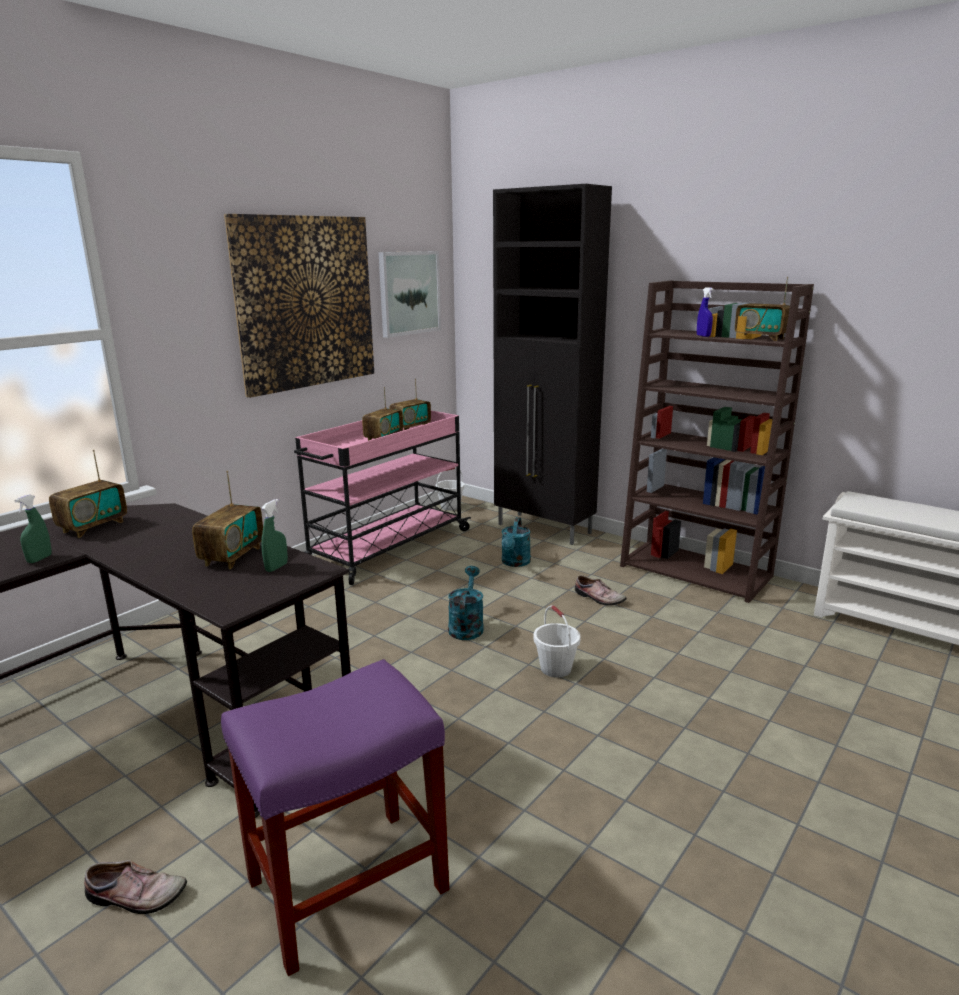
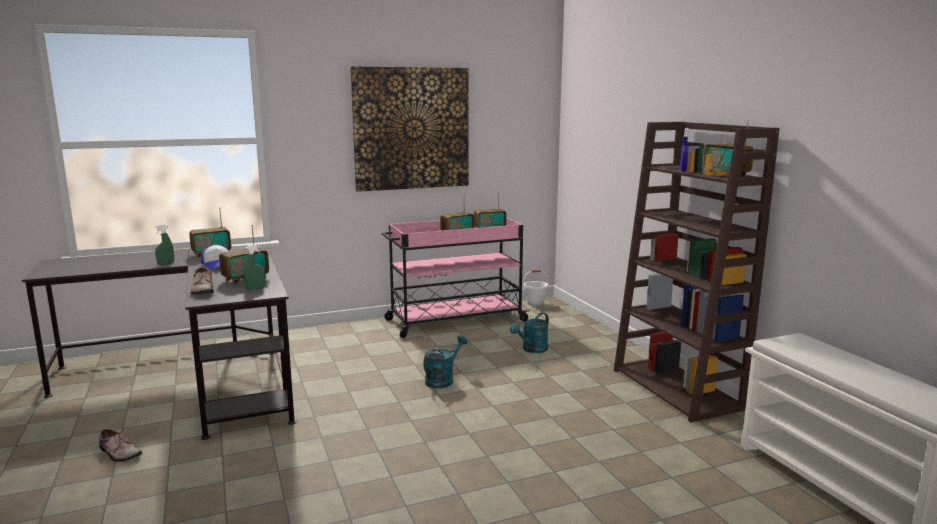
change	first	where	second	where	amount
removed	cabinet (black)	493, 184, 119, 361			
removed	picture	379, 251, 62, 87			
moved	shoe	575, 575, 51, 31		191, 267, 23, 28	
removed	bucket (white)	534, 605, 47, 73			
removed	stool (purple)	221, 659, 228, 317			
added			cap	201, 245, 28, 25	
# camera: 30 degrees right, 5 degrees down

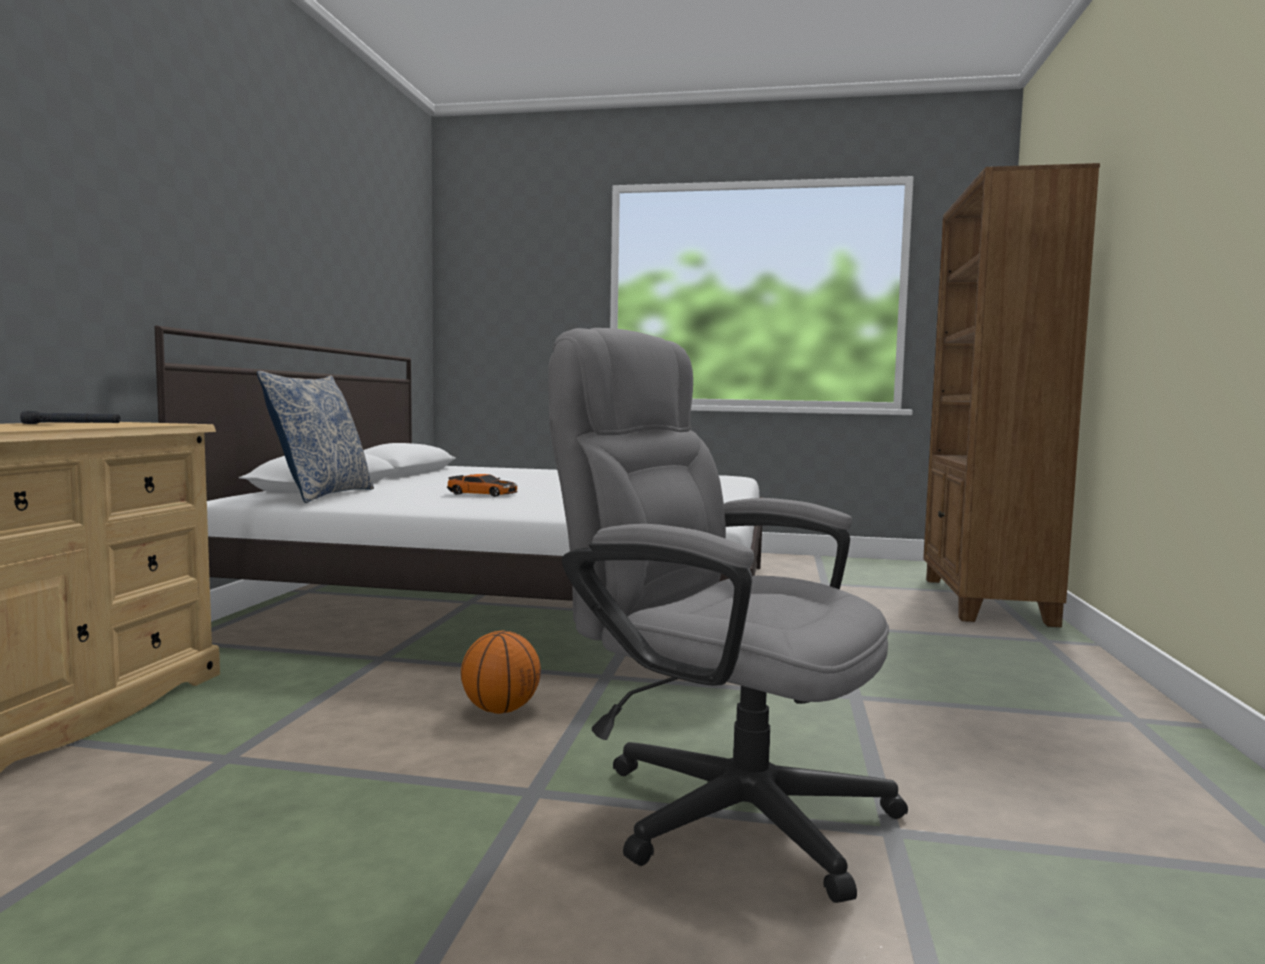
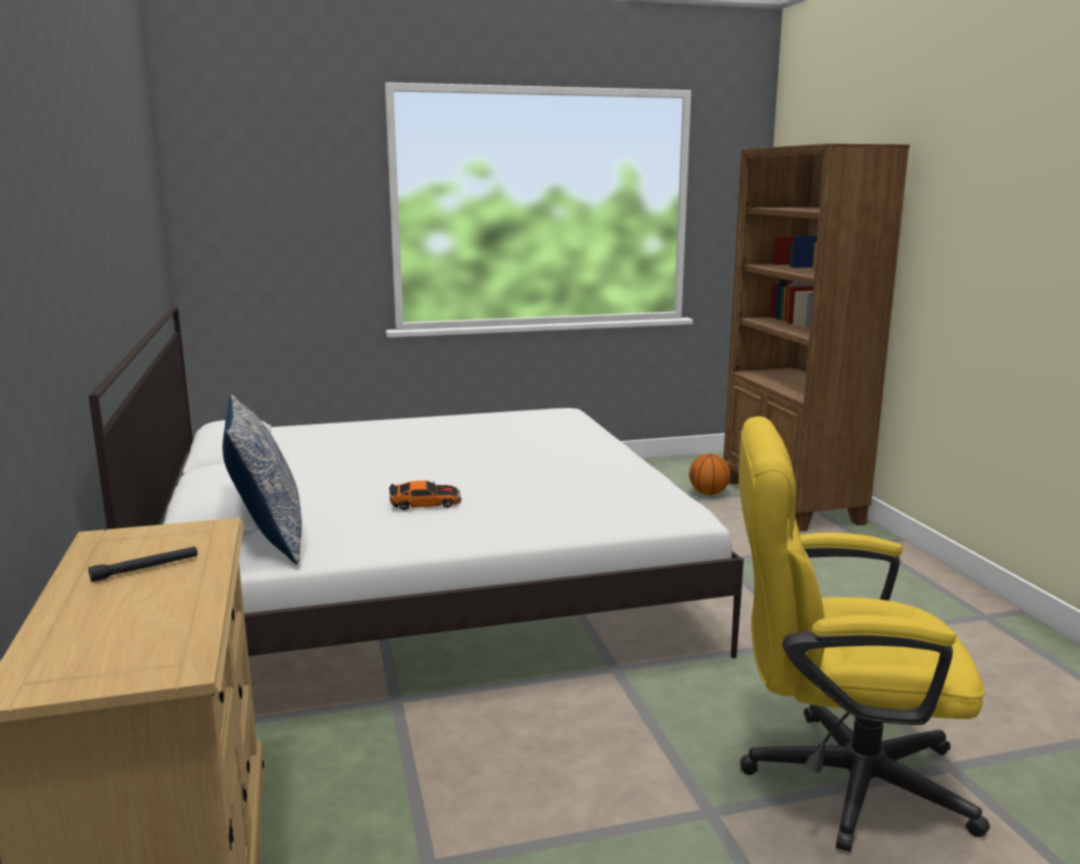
change	first	where	second	where	amount
recoloured	office chair (grey)	548, 328, 360, 575	office chair (yellow)	739, 416, 251, 436	
moved	basketball	461, 630, 80, 84		689, 454, 42, 41	
# camera: 25 degrees left, 10 degrees up

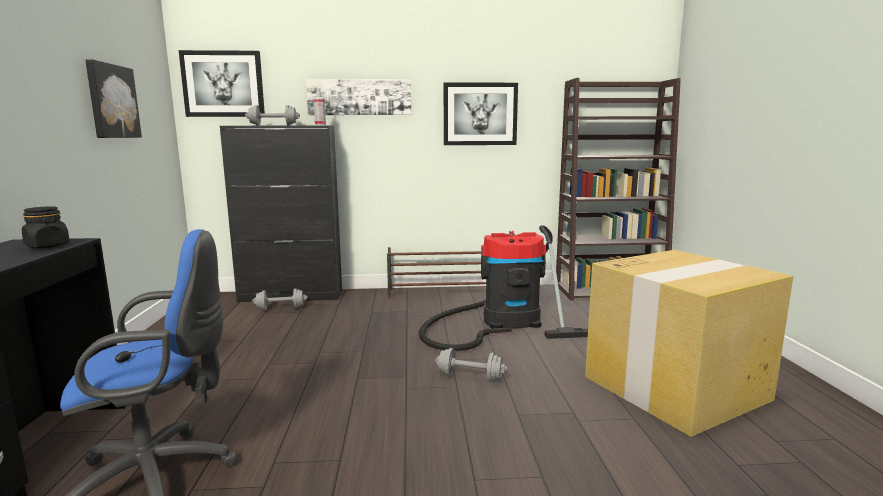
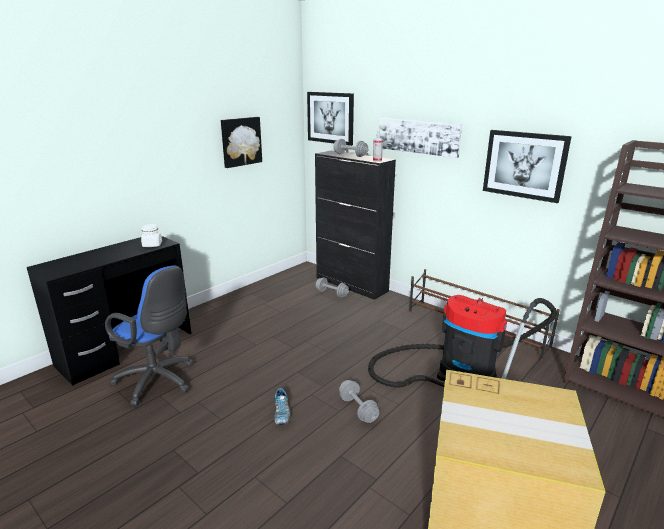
change	first	where	second	where	amount
recoloured	jar (black)	22, 206, 48, 42	jar (white)	141, 224, 21, 23	
added			shoe	274, 388, 16, 37	
# camera: 45 degrees right, 10 degrees up

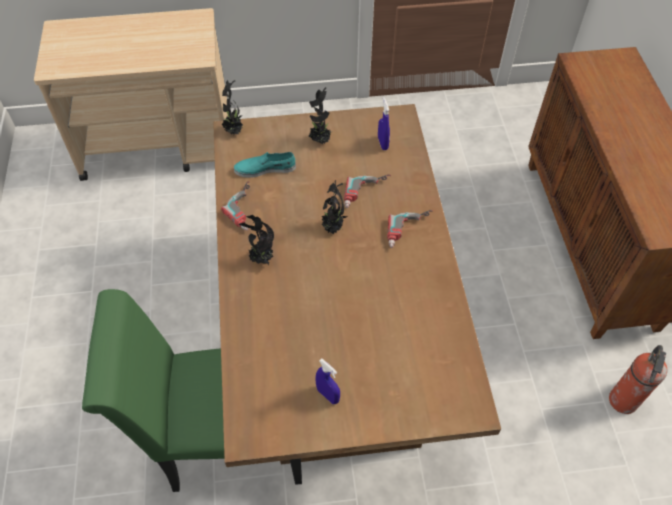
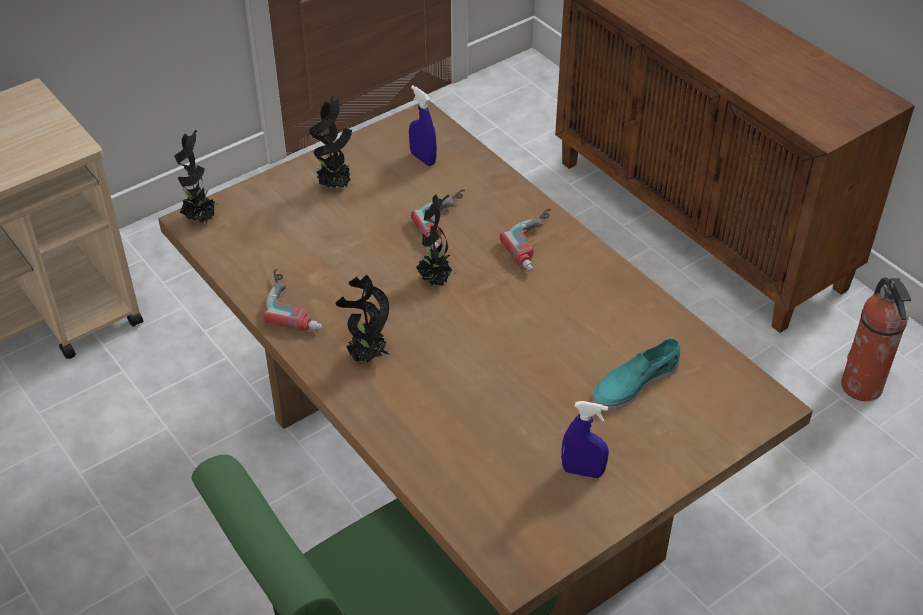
change	first	where	second	where	amount
moved	shoe (turquoise)	234, 152, 62, 26		592, 338, 89, 73	
# camera: 30 degrees left, 10 degrees down

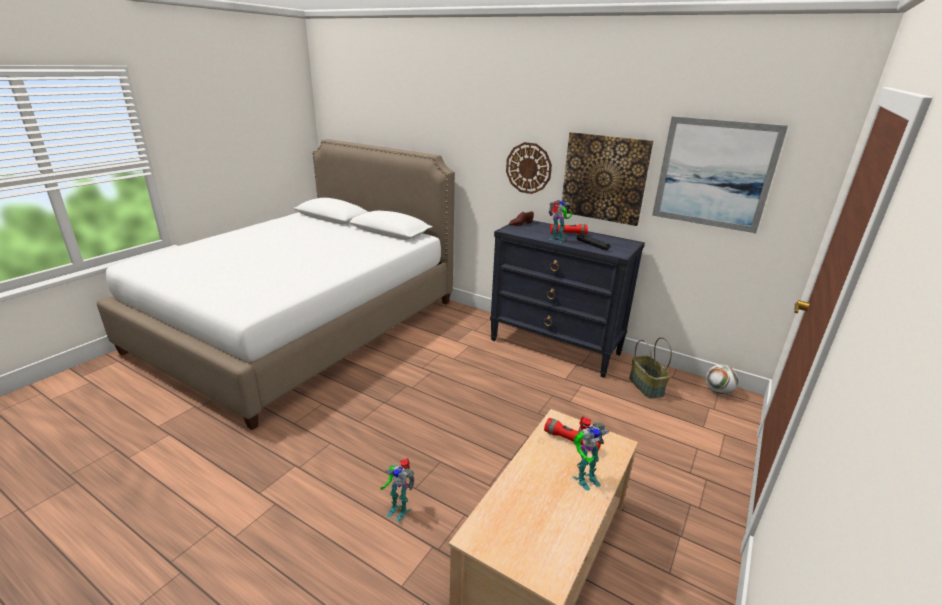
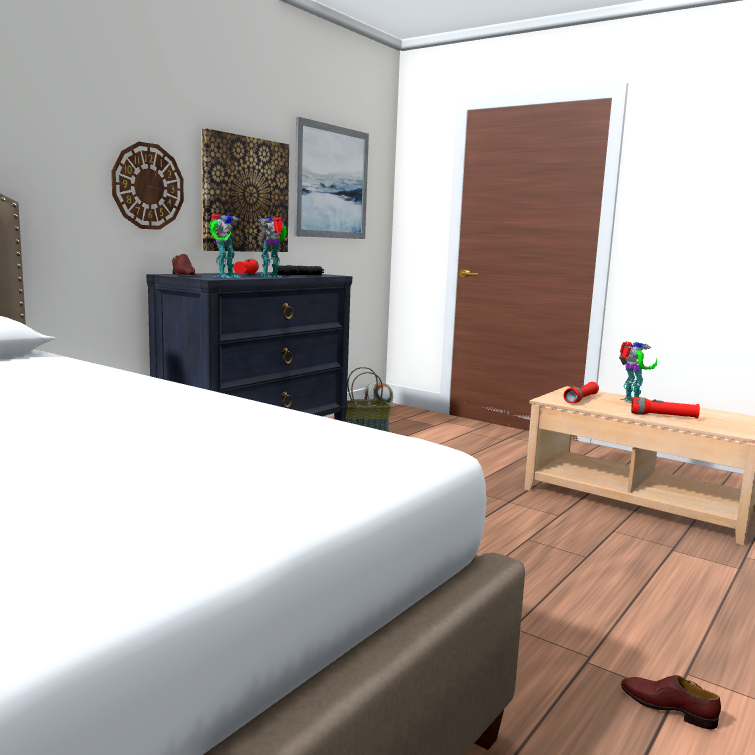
change	first	where	second	where	amount
moved	toy robot	381, 458, 34, 63		209, 214, 30, 64	
added			flashlight (red)	631, 397, 69, 21	
added			shoe (brown)	621, 675, 100, 54	
# camera: 85 degrees left, 15 degrees down

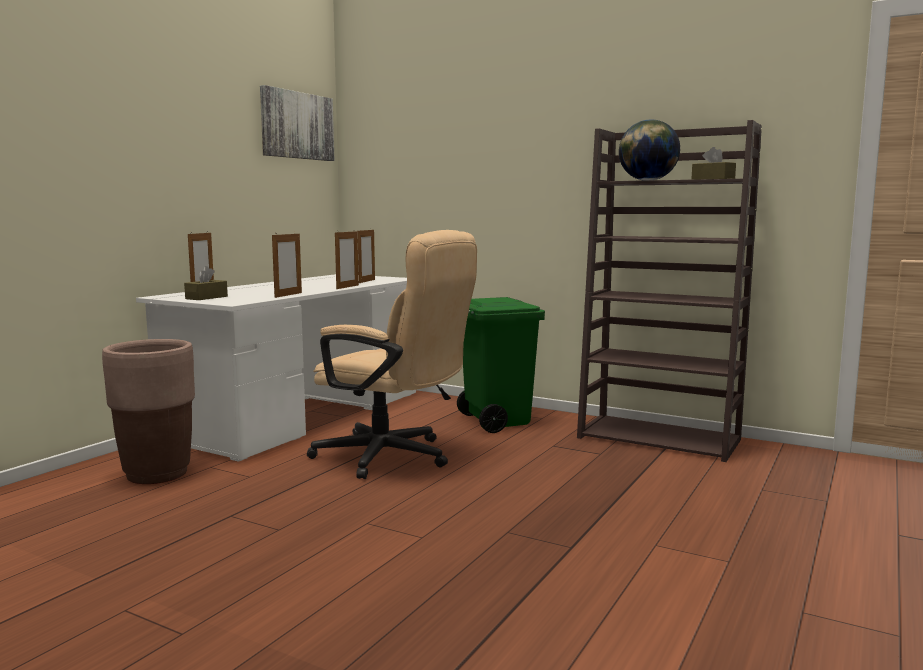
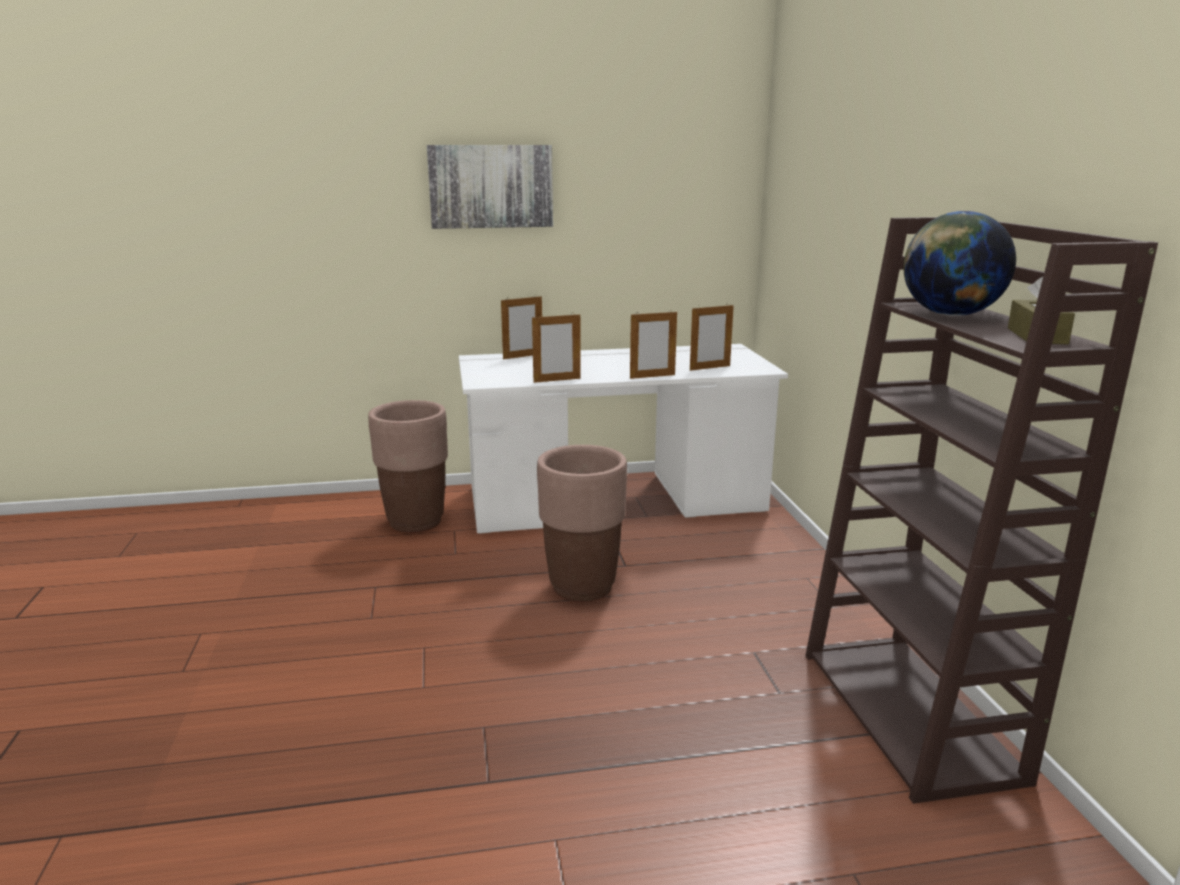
change	first	where	second	where	amount
moved	picture	260, 85, 75, 76		427, 145, 126, 84	
replaced	office chair (beige)	307, 230, 170, 249	planter (brown)	537, 445, 90, 157	
removed	tissue box (brown)	184, 266, 44, 34			
removed	trash can (green)	457, 297, 88, 136			
# camera: 50 degrees right, 10 degrees up

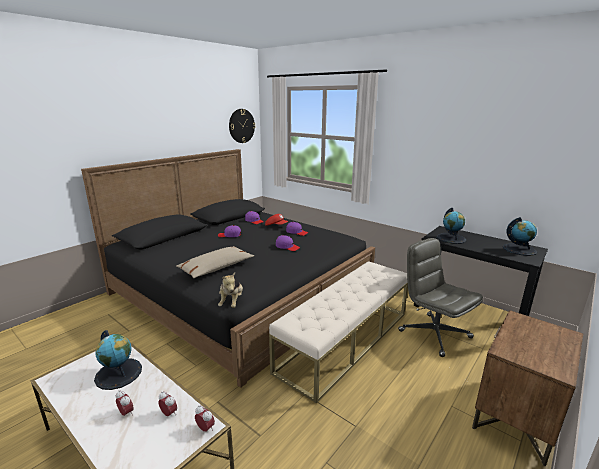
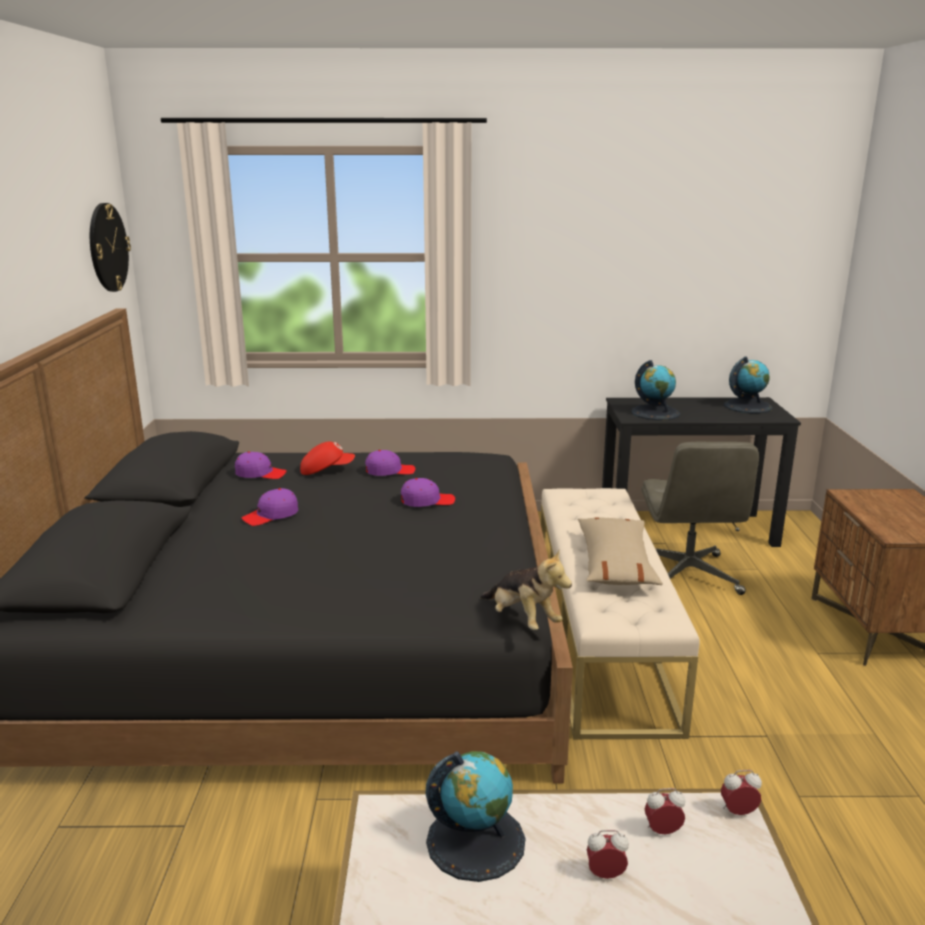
change	first	where	second	where	amount
turned	office chair (grey)	398, 238, 85, 119		641, 442, 118, 153	105 degrees counterclockwise
moved	pillow (beige)	176, 246, 78, 32		578, 517, 85, 68	
# camera: 40 degrees left, 0 degrees up

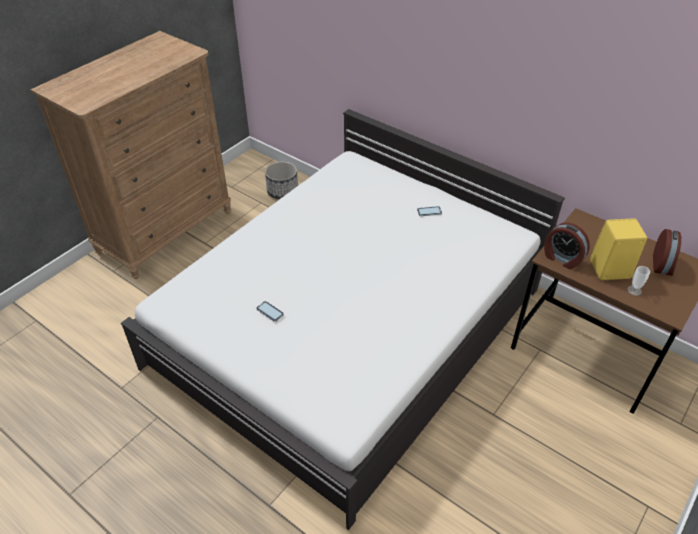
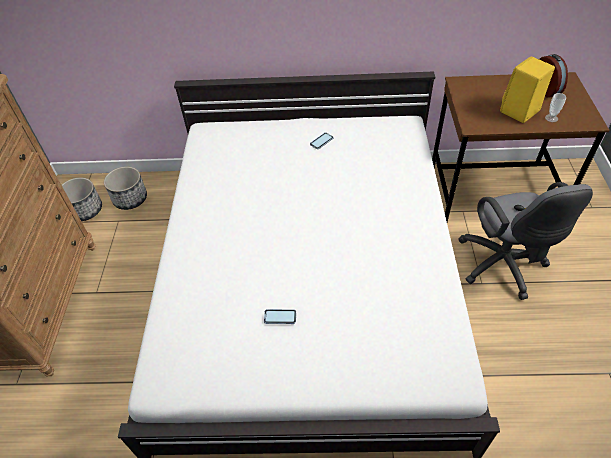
change	first	where	second	where	amount
removed	alarm clock	544, 223, 45, 46			
added			planter	62, 178, 40, 43	
added			office chair (grey)	459, 182, 134, 118	
# camera: 35 degrees left, 5 degrees up

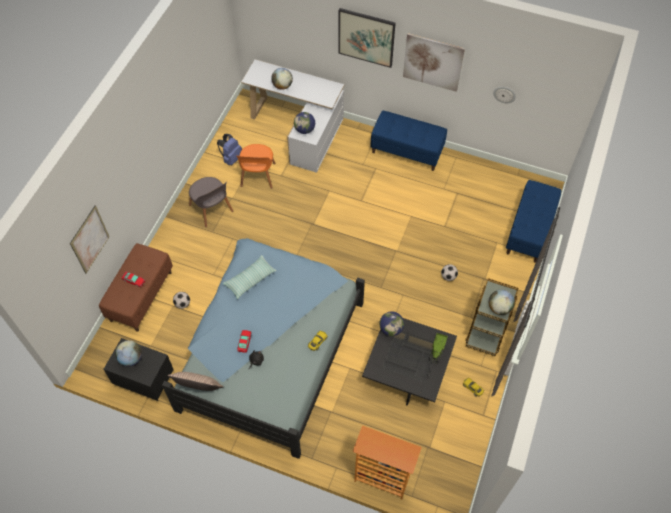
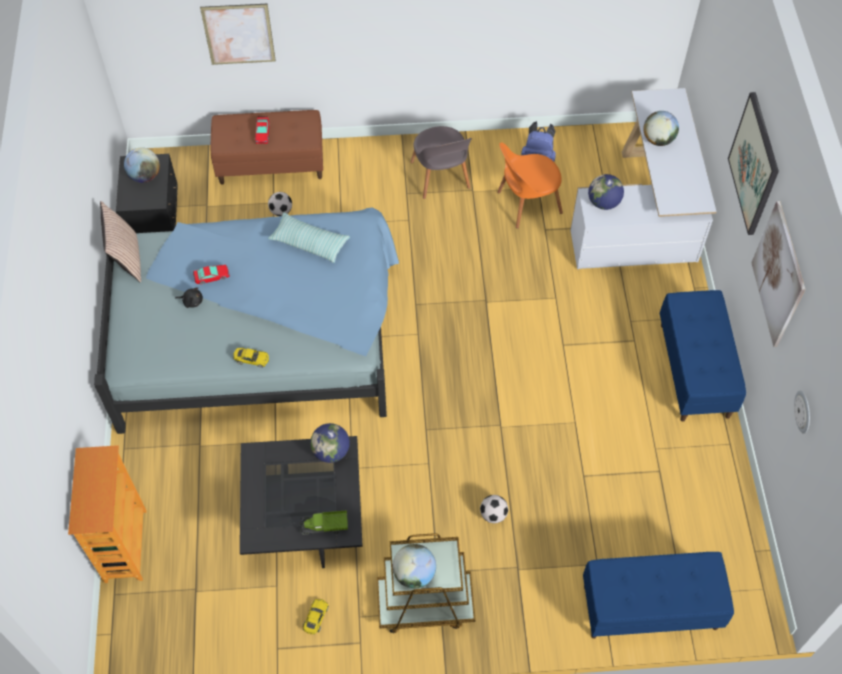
change	first	where	second	where	amount
turned	chair (grey)	189, 177, 45, 50		410, 126, 62, 73	45 degrees counterclockwise
# camera: 65 degrees right, 0 degrees up

